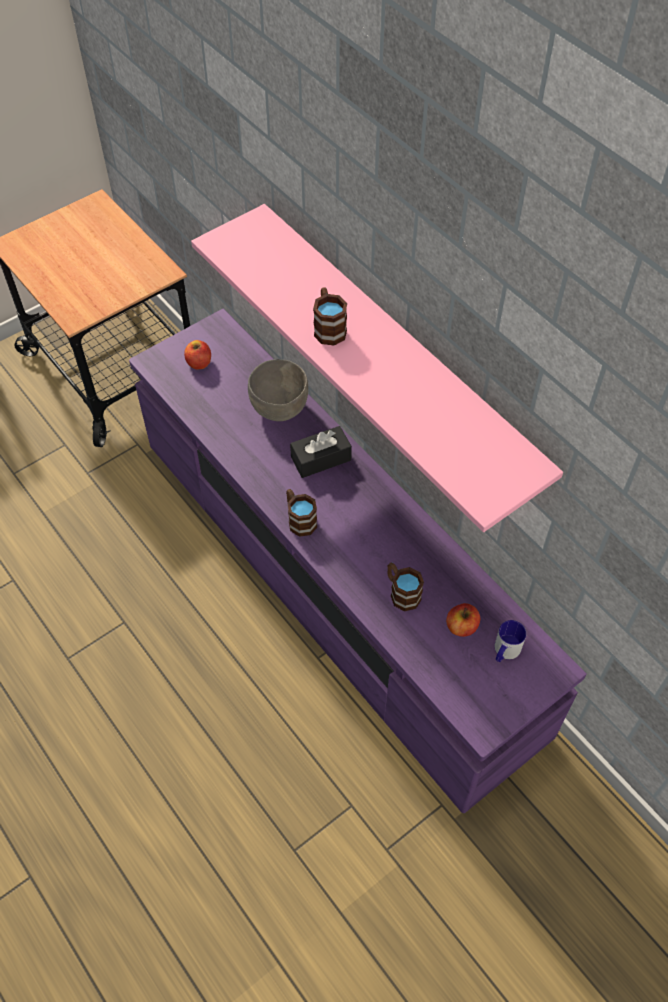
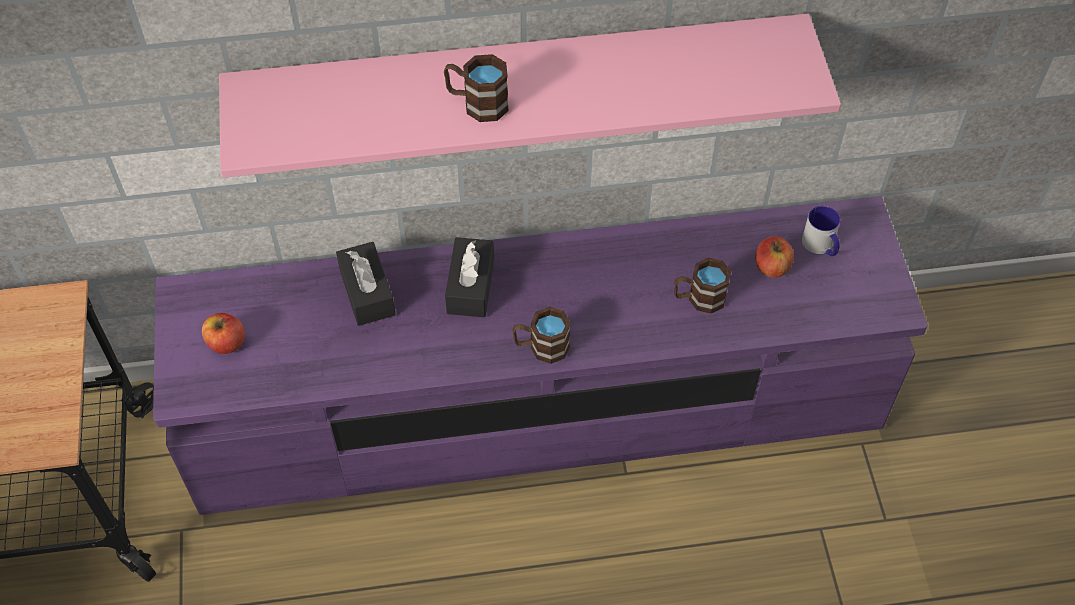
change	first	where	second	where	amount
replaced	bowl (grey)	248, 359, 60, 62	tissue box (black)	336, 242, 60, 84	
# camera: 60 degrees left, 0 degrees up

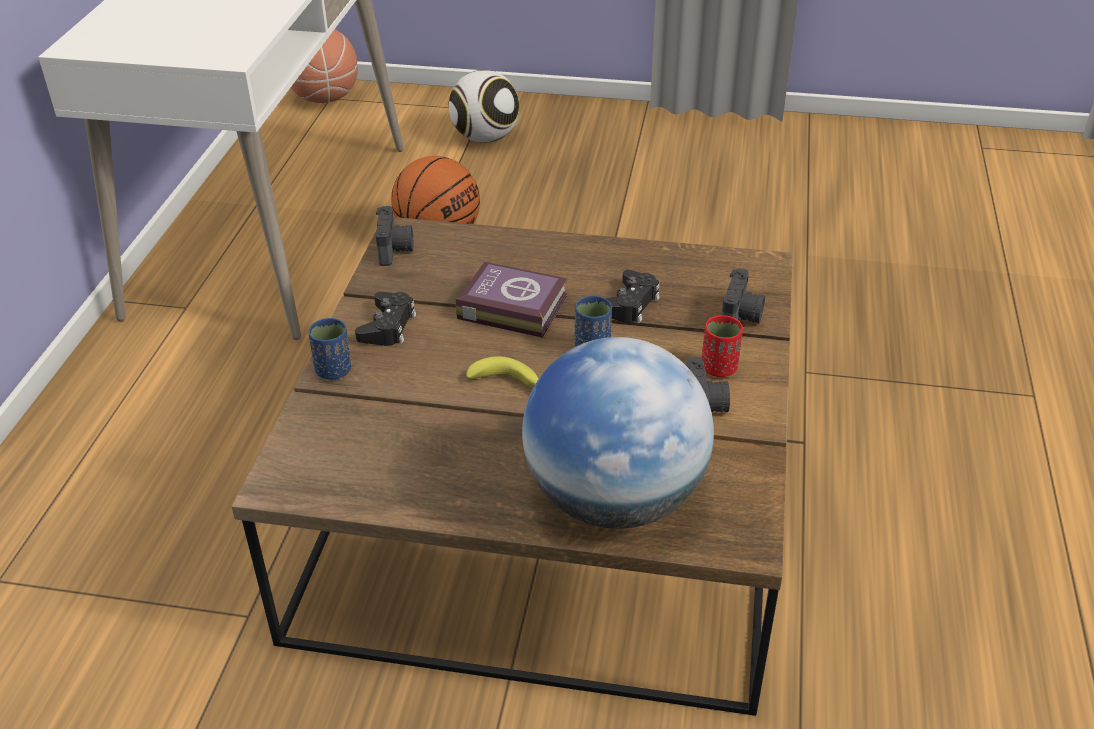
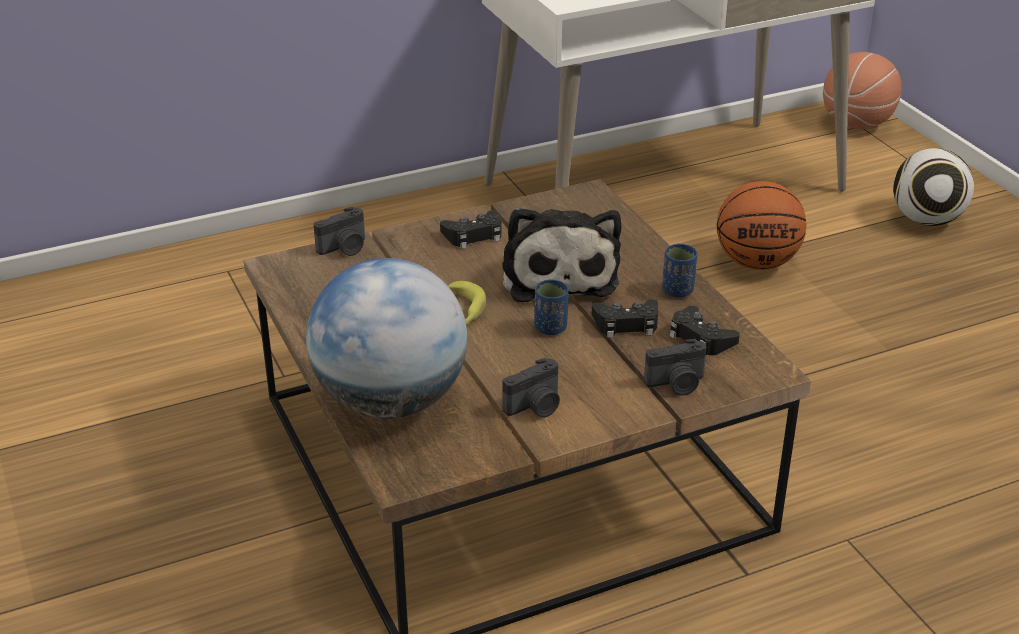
change	first	where	second	where	amount
moved	photo camera	376, 206, 37, 60		314, 206, 51, 50	
replaced	book	456, 262, 112, 76	plush toy	502, 208, 119, 94	
removed	cup (red)	702, 315, 41, 62			
moved	cup (blue)	308, 318, 43, 62		662, 243, 36, 54	
added			game controller (black)	669, 306, 71, 49	
# camera: 55 degrees right, 5 degrees down

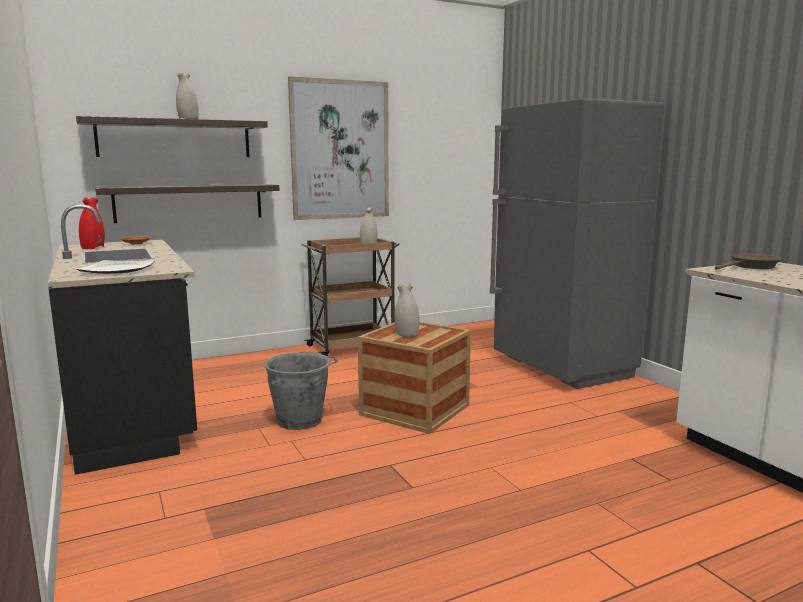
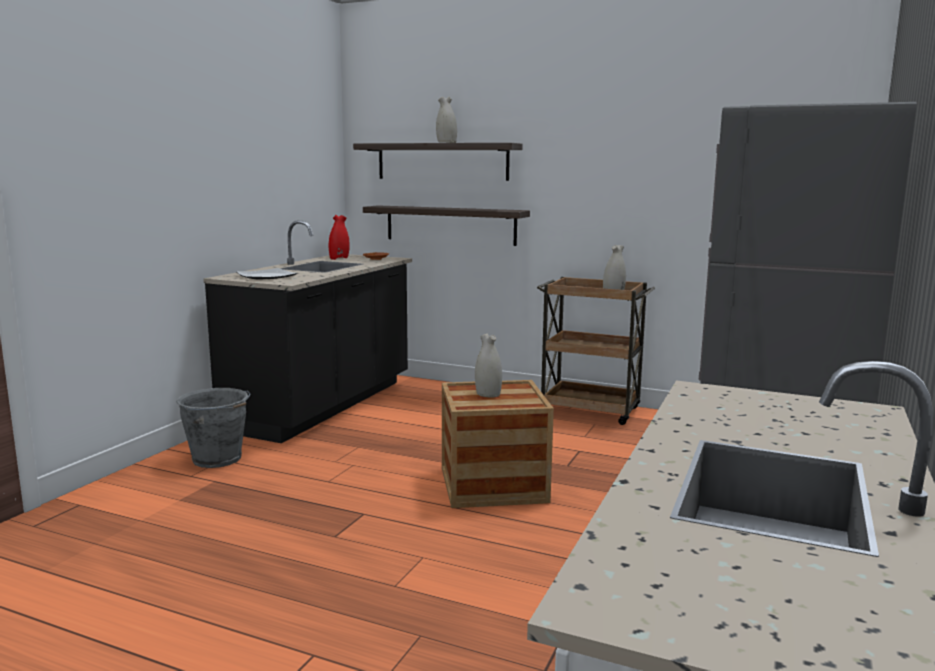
change	first	where	second	where	amount
removed	picture	288, 76, 101, 144			
removed	frying pan (brown)	715, 253, 67, 17			
moved	bucket (grey)	264, 351, 74, 79		176, 388, 75, 80	
# camera: 50 degrees right, 0 degrees up

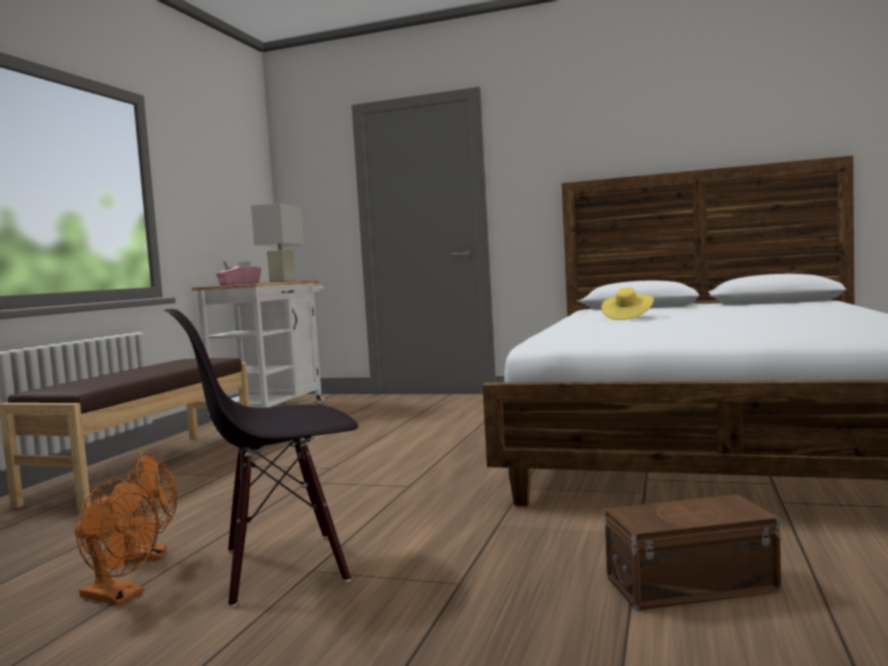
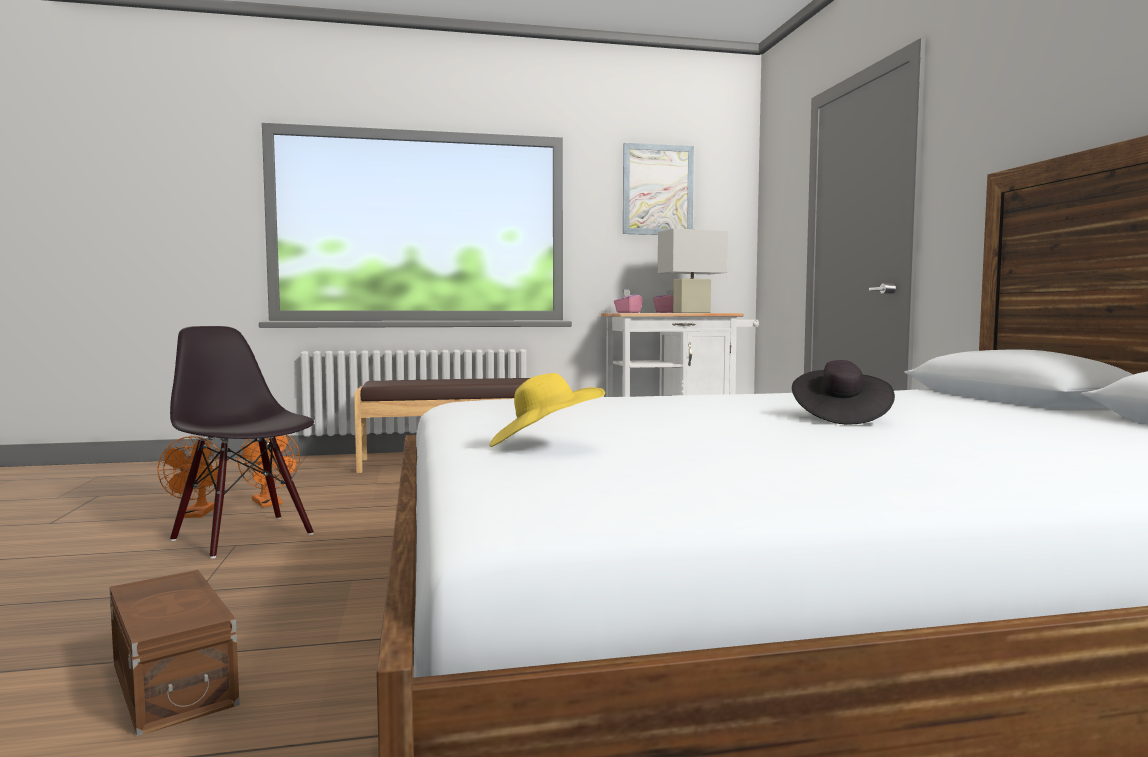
change	first	where	second	where	amount
moved	hat (yellow)	601, 287, 53, 33		489, 373, 116, 74	
added			picture	623, 143, 71, 92	
added			hat (black)	792, 360, 103, 64	
# camera: 60 degrees right, 0 degrees up

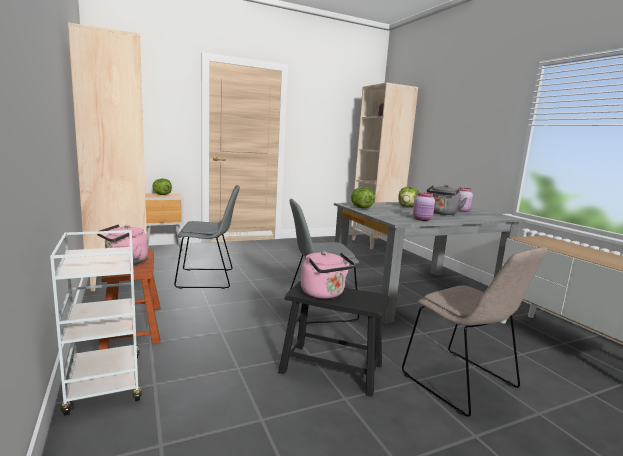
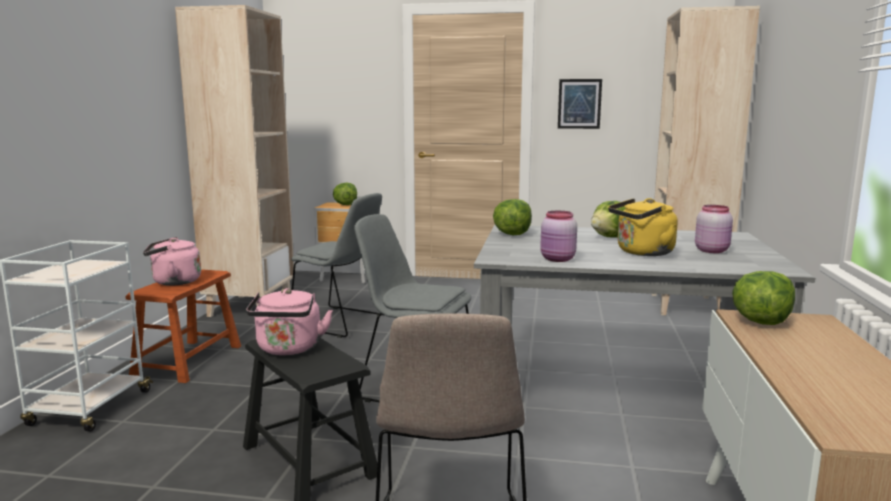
change	first	where	second	where	amount
recoloured	kettle (grey)	427, 185, 40, 30	kettle (yellow)	608, 198, 69, 58	
added			picture	558, 79, 44, 50	
added			lettuce	732, 271, 63, 54	
# camera: 35 degrees right, 0 degrees up

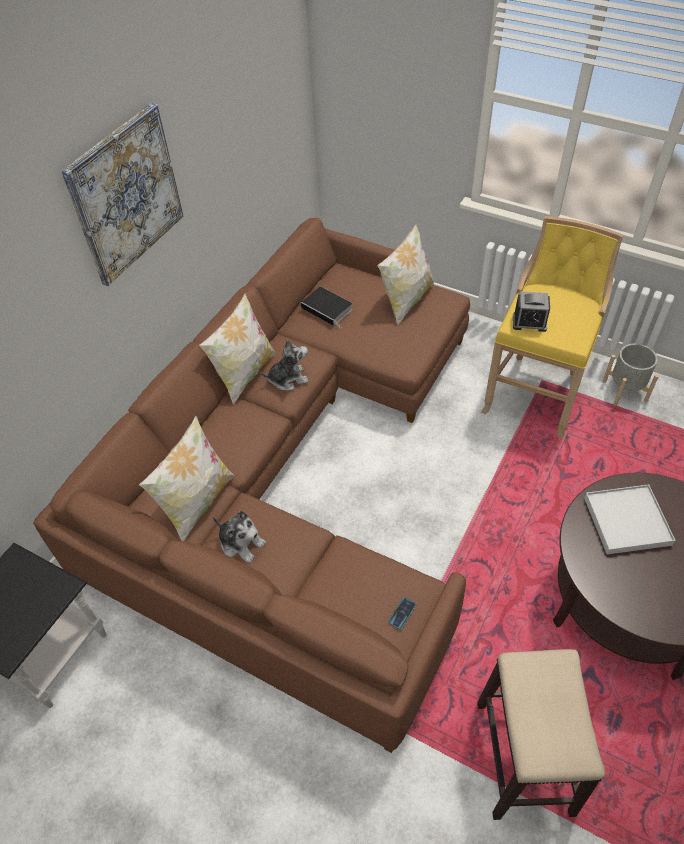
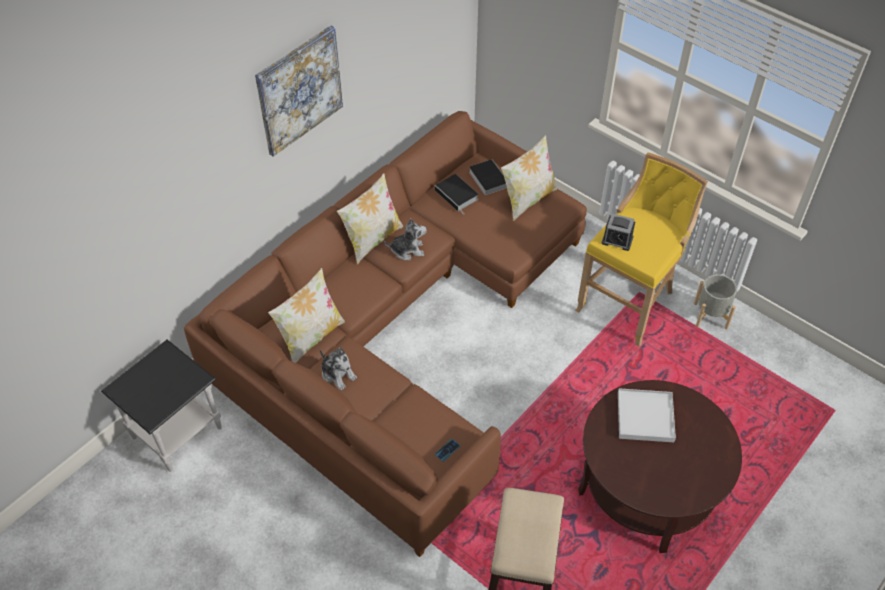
change	first	where	second	where	amount
added			book	469, 159, 38, 36	
# camera: 10 degrees right, 0 degrees up

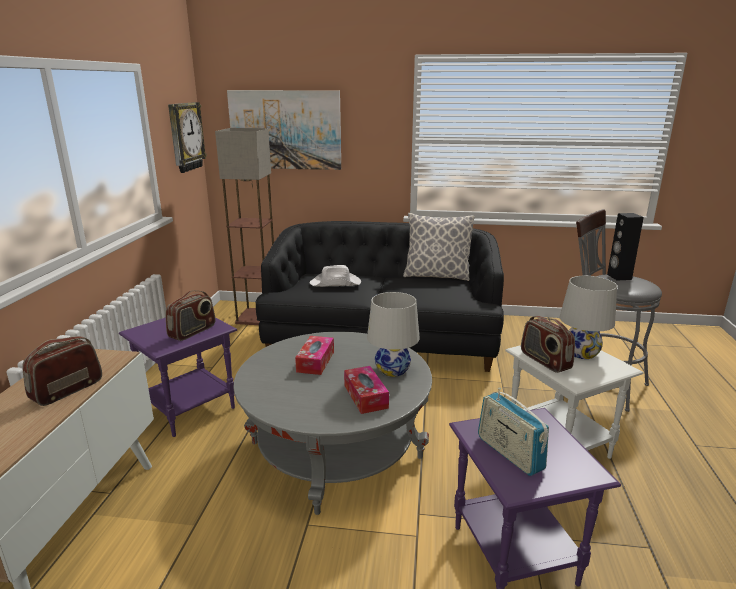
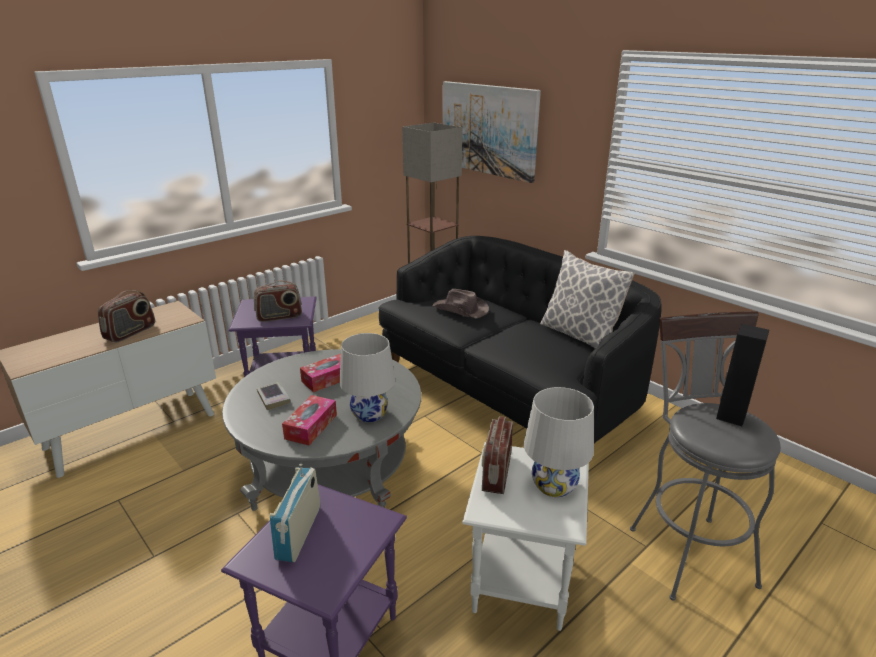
change	first	where	second	where	amount
removed	wall clock	168, 102, 39, 71			
recoloured	hat (white)	310, 265, 51, 22	hat (brown)	433, 289, 56, 29	
turned	radio	22, 336, 80, 70		98, 290, 57, 52	135 degrees clockwise
added			book	257, 381, 34, 29	
# camera: 40 degrees right, 5 degrees up

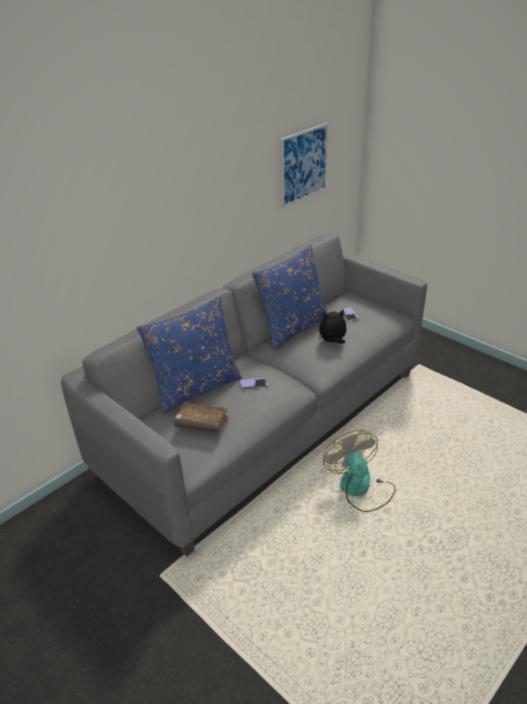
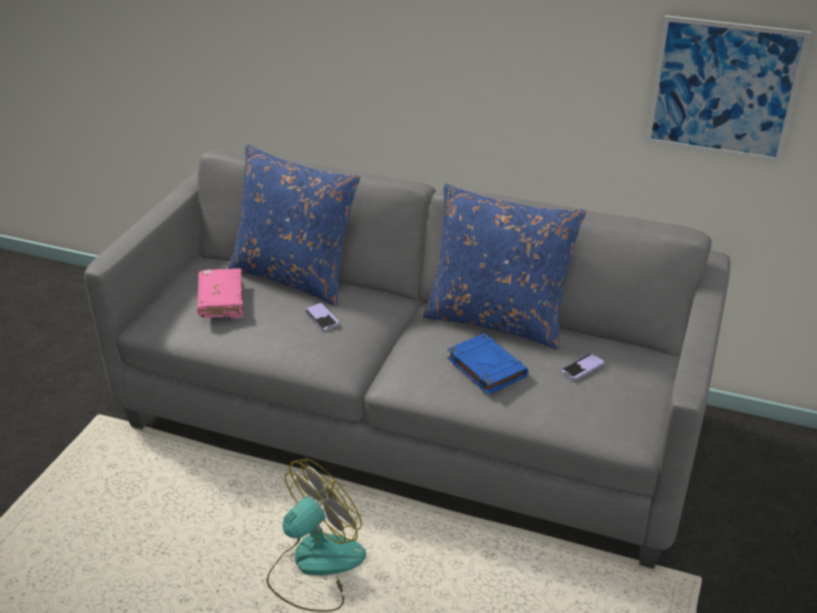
change	first	where	second	where	amount
replaced	plush toy	319, 309, 28, 35	book (blue)	447, 333, 81, 62	
recoloured	book (brown)	174, 402, 55, 31	book (pink)	197, 269, 47, 49	
# camera: 65 degrees right, 0 degrees up

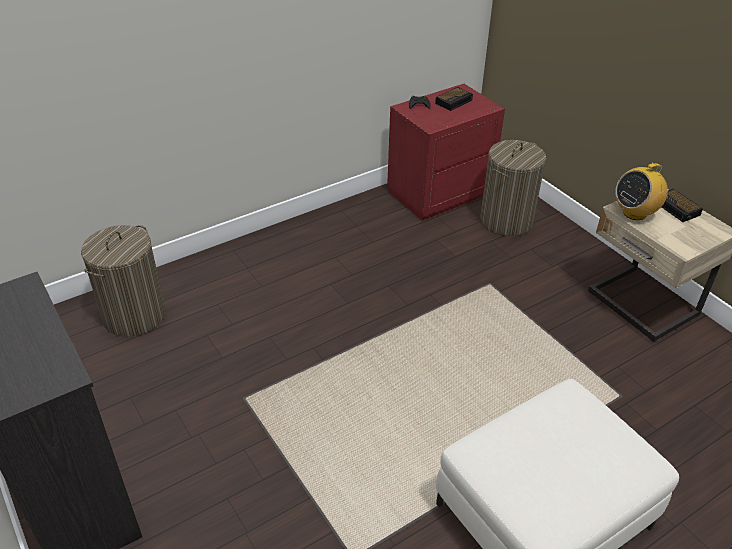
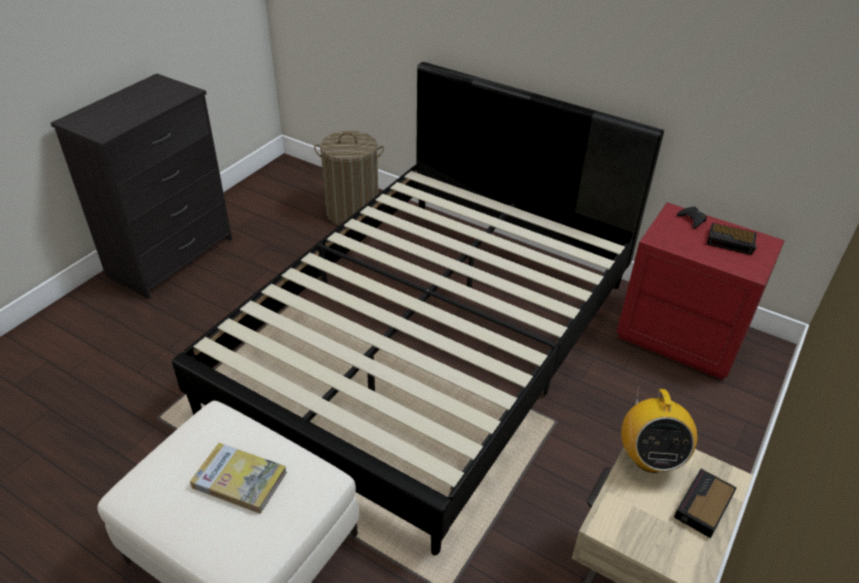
change	first	where	second	where	amount
removed	laundry basket	480, 140, 66, 96			
turned	radio	615, 161, 53, 59		621, 385, 76, 88	120 degrees counterclockwise
added			bed (black)	172, 62, 492, 493	
added			book	190, 443, 97, 71	
# camera: 65 degrees right, 0 degrees up

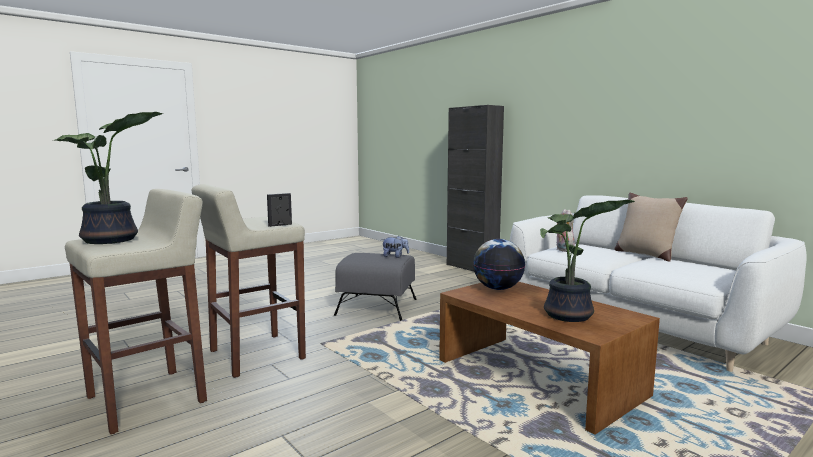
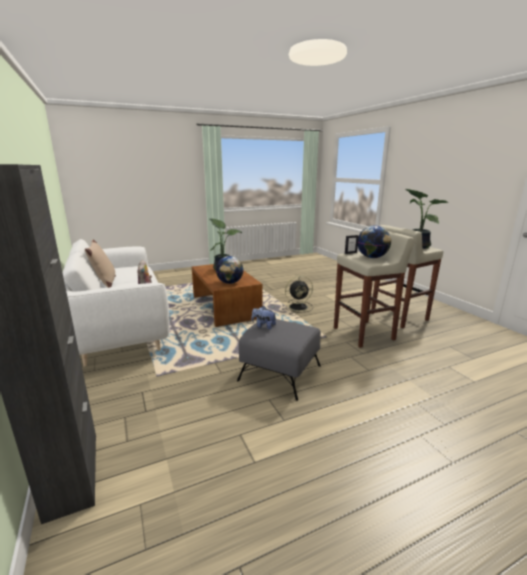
change	first	where	second	where	amount
added			globe	357, 225, 34, 33	
added			fan (black)	283, 276, 30, 37	
# camera: 165 degrees left, 10 degrees up

